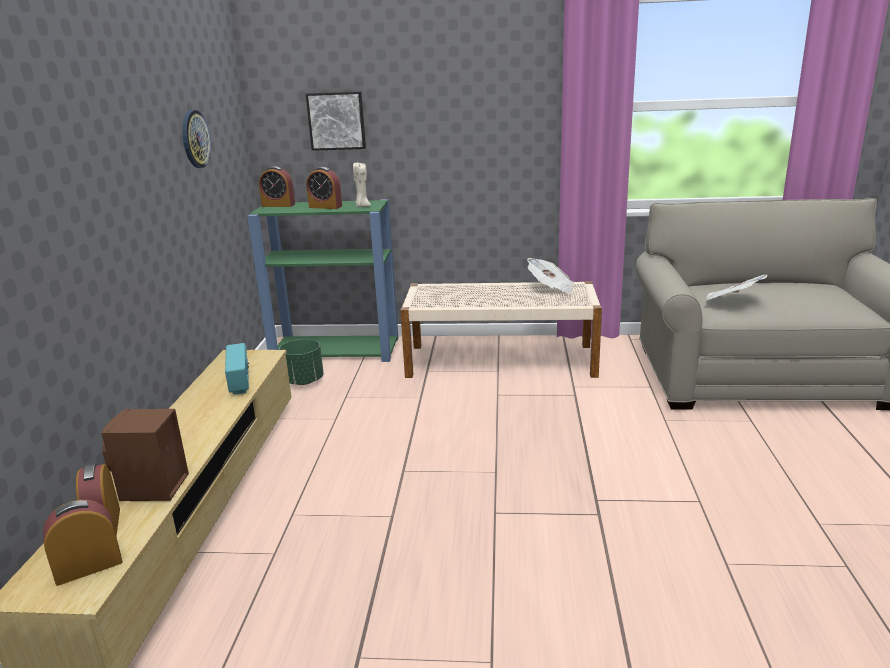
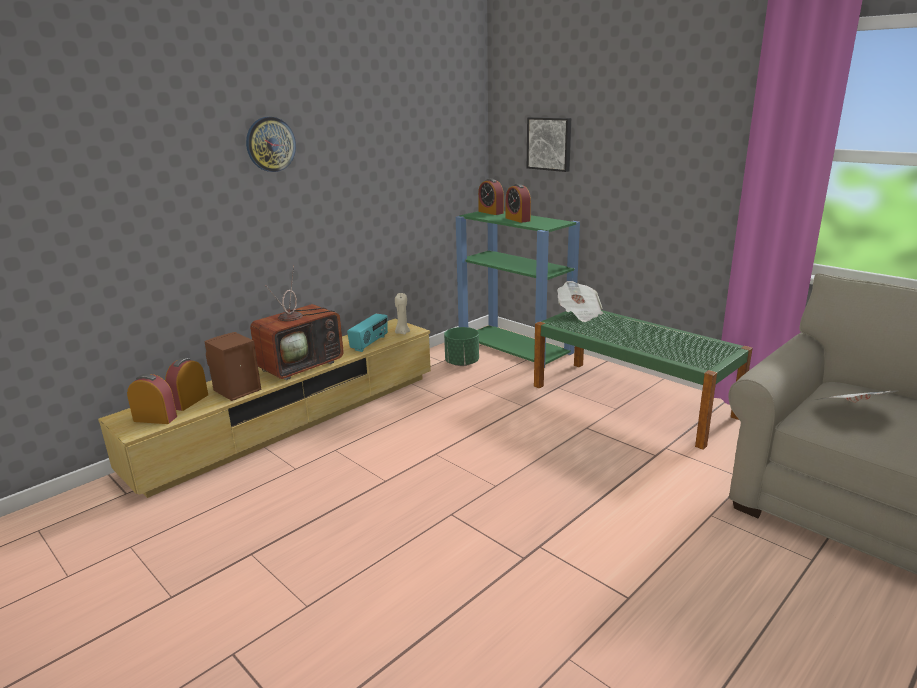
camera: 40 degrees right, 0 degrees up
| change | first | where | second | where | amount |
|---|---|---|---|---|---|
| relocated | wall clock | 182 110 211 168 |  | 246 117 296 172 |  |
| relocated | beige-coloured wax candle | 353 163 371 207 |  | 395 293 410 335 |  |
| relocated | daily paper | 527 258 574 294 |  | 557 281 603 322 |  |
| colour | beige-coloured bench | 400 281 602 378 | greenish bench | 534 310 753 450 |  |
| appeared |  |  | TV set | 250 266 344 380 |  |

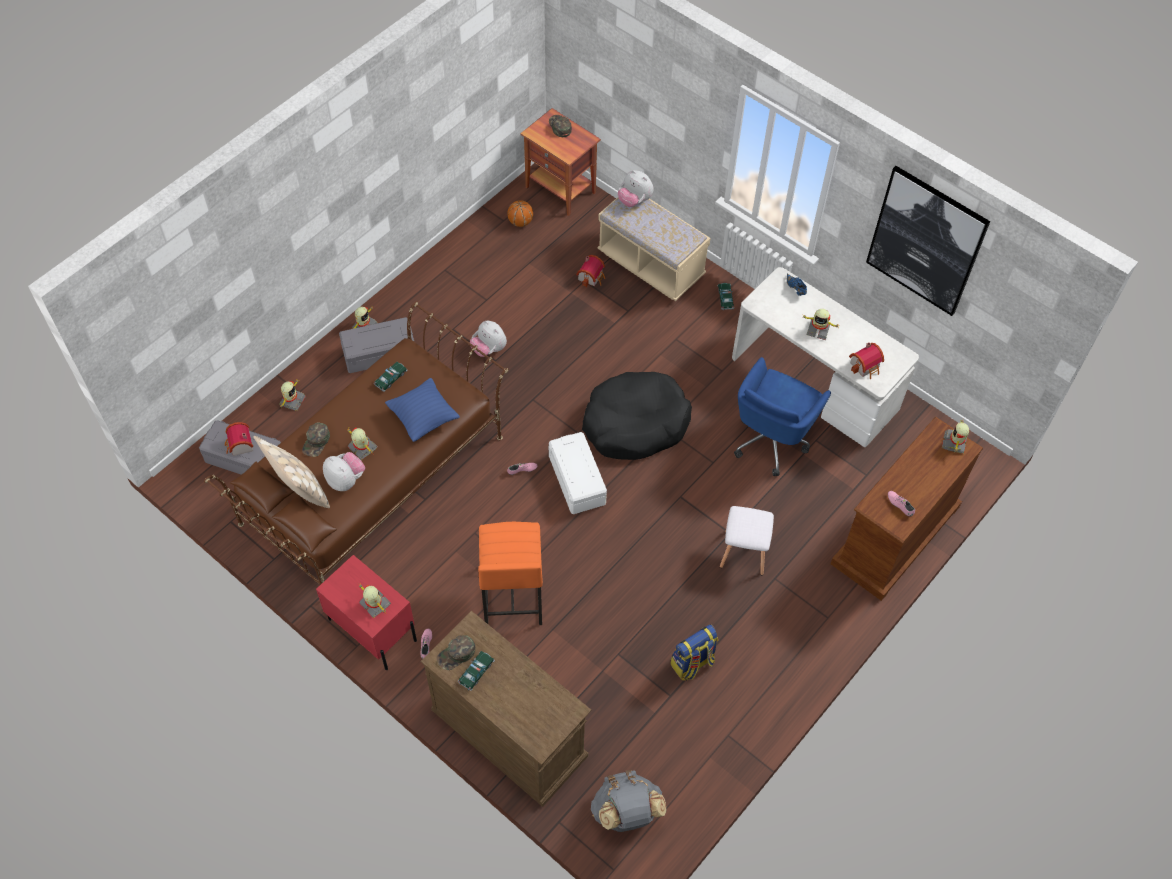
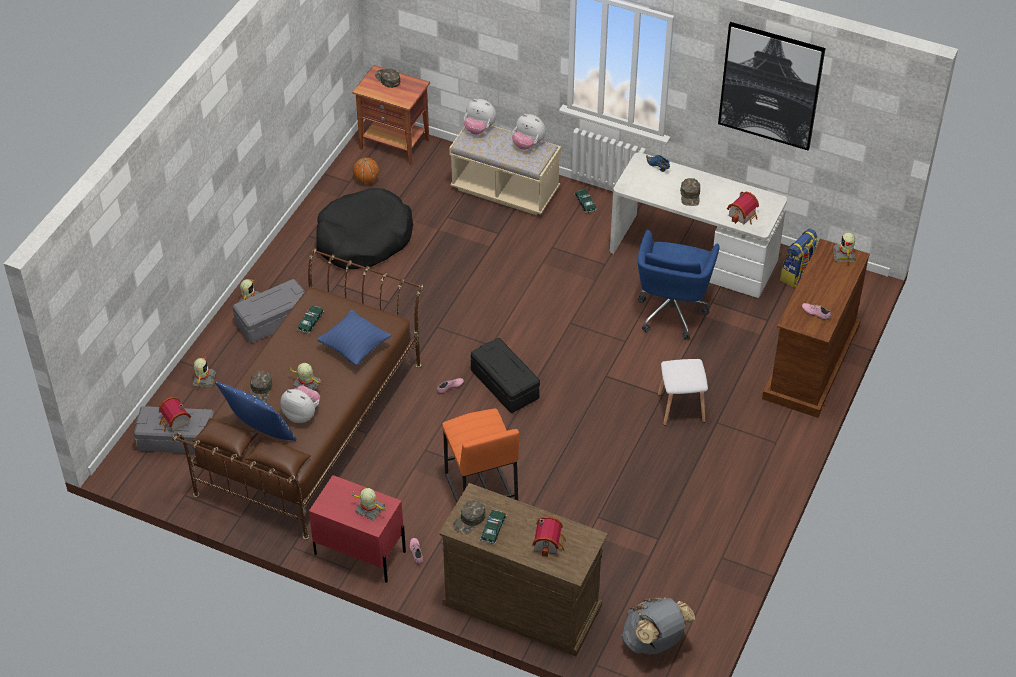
camera: 15 degrees left, 10 degrees down
| change | first | where | second | where | amount |
|---|---|---|---|---|---|
| relocated | toy house | 576 255 605 287 |  | 532 516 566 557 |  |
| exchanged | model robot | 803 309 839 340 | greenish baseball cap | 680 178 700 206 |  |
| relocated | soft toy | 470 321 507 357 |  | 512 114 546 150 |  |
| relocated | black dog cushion | 582 372 692 460 |  | 316 188 414 269 |  |
| colour | white-coloured storage box | 549 432 607 514 | black storage box | 471 338 540 413 |  |
| colour | beige-coloured cushion | 253 436 330 508 | blue-coloured cushion | 215 381 296 441 |  |
| relocated | backpack | 670 624 718 681 |  | 780 229 818 288 |  |

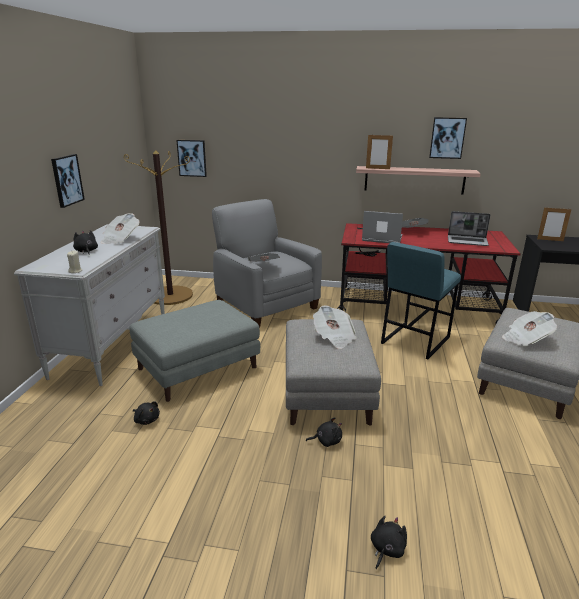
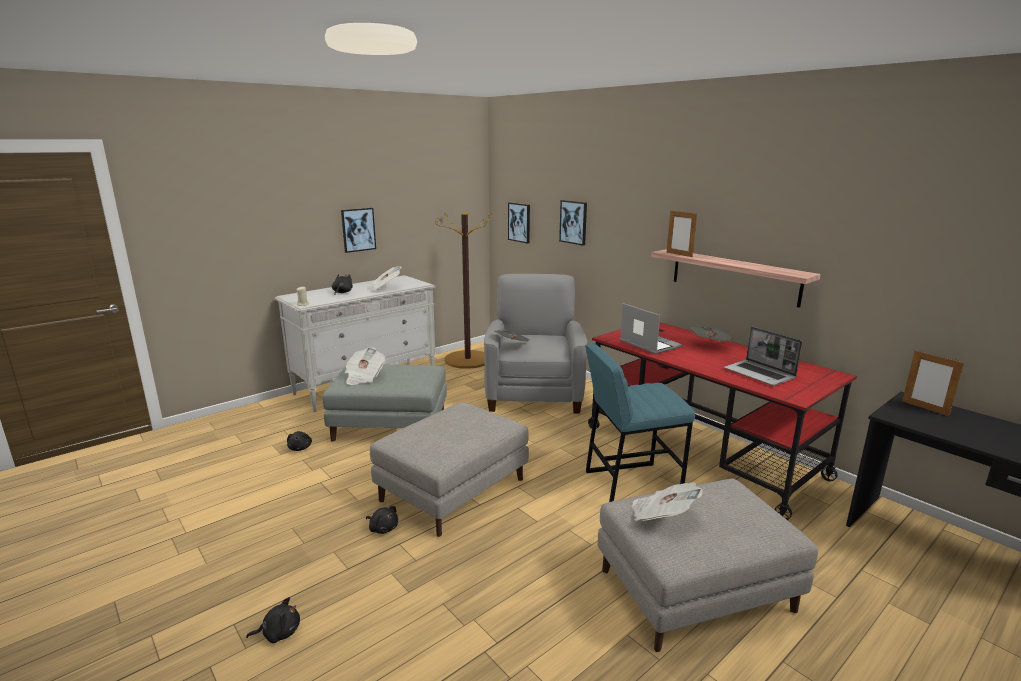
camera: 40 degrees right, 5 degrees down
| change | first | where | second | where | amount |
|---|---|---|---|---|---|
| relocated | wall picture | 429 117 467 159 |  | 559 200 587 246 |  |
| relocated | daily paper | 313 305 357 349 |  | 345 347 386 385 |  |

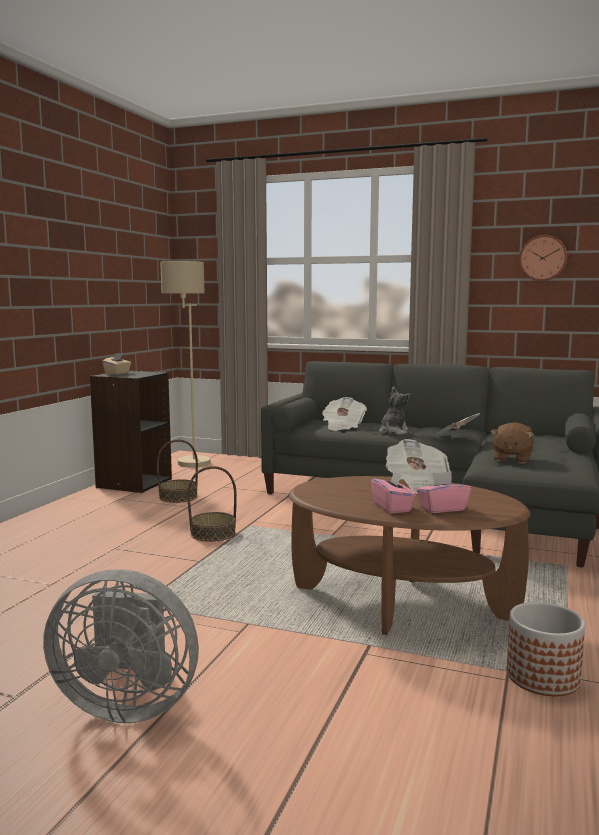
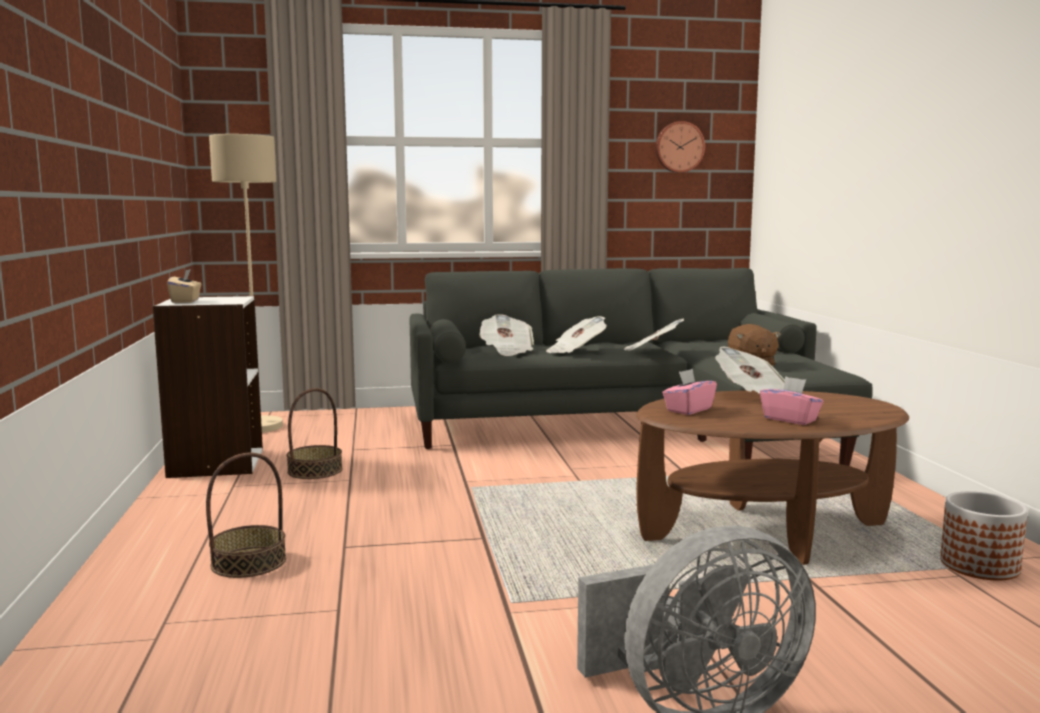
camera: 30 degrees left, 0 degrees up
| change | first | where | second | where | amount |
|---|---|---|---|---|---|
| colour | black shelving unit | 90 371 172 493 | white-coloured shelving unit | 153 296 263 478 |  |
| exchanged | soft toy | 379 387 410 435 | daily paper | 546 316 607 353 |  |
| relocated | basket | 188 466 237 542 |  | 206 452 286 578 |  |
| relocated | pink-coloured tissue box | 417 472 471 513 |  | 662 369 717 415 |  |

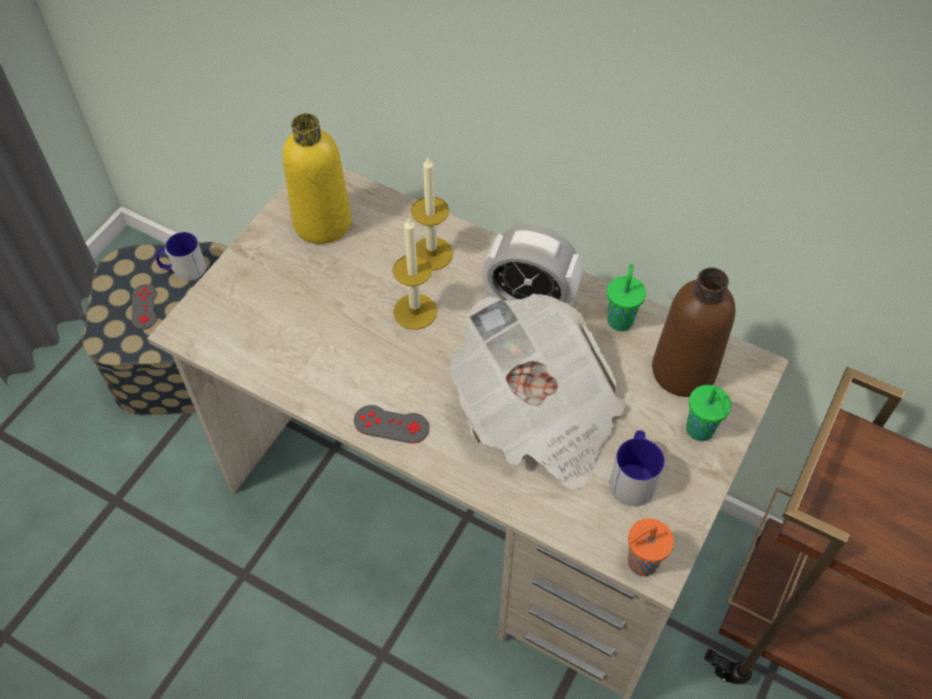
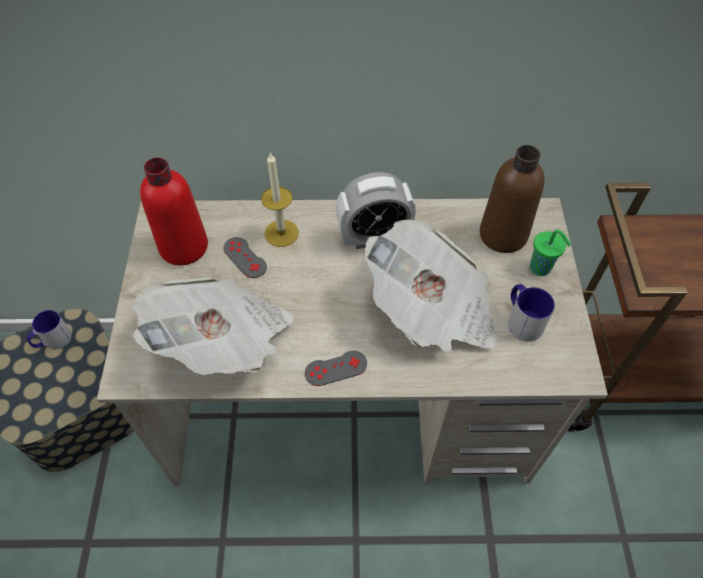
camera: 30 degrees left, 0 degrees up
| change | first | where | second | where | amount |
|---|---|---|---|---|---|
| colour | yellow drink bottle | 283 113 351 244 | reddish drink bottle | 140 157 208 266 |  |
| missing | wax candle | 393 218 437 330 |  |  |  |
| missing | greenish small cup | 607 264 646 331 |  |  |  |
| relocated | greyish joypad | 132 284 157 330 |  | 223 237 267 278 |  |
| missing | orange-coloured small cup | 628 519 674 576 |  |  |  |
| appeared |  |  | daily paper | 132 277 294 375 |  |

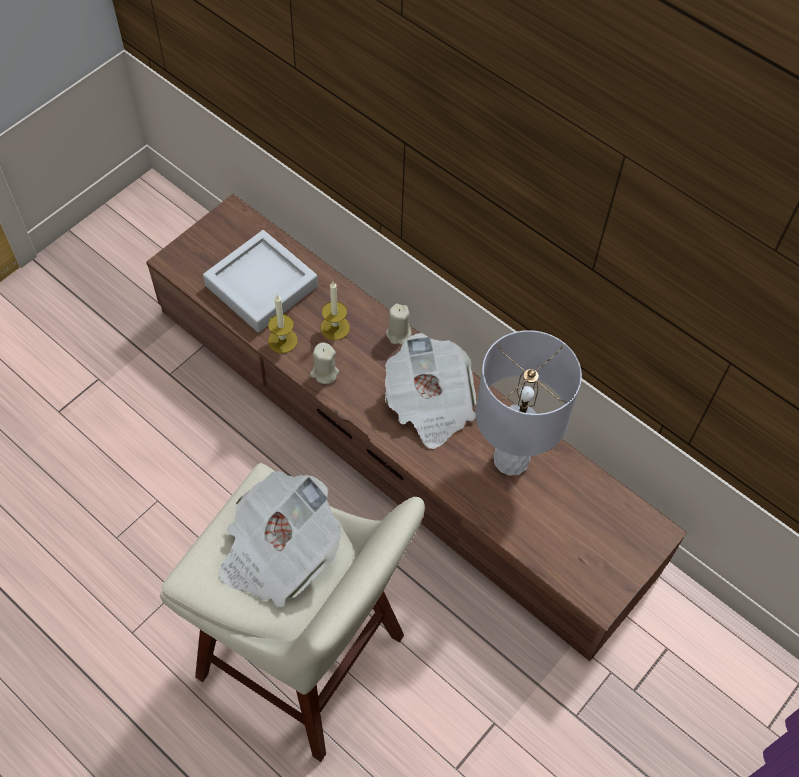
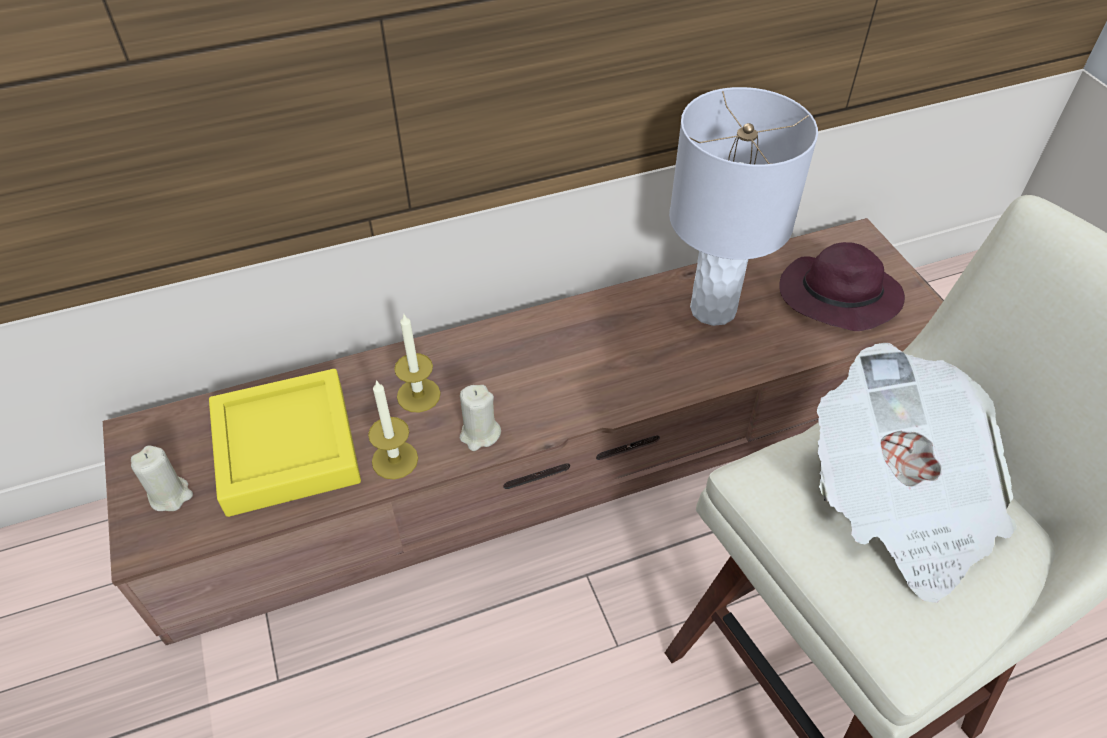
camera: 60 degrees left, 10 degrees down
| change | first | where | second | where | amount |
|---|---|---|---|---|---|
| colour | greyish carrying tray | 203 230 318 333 | yellow carrying tray | 209 369 361 517 |  |
| relocated | beige-coloured wax candle | 386 304 411 345 |  | 131 446 193 511 |  |
| missing | daily paper | 385 333 476 449 |  |  |  |
| appeared |  |  | purple-coloured wearable hat | 779 242 905 331 |  |

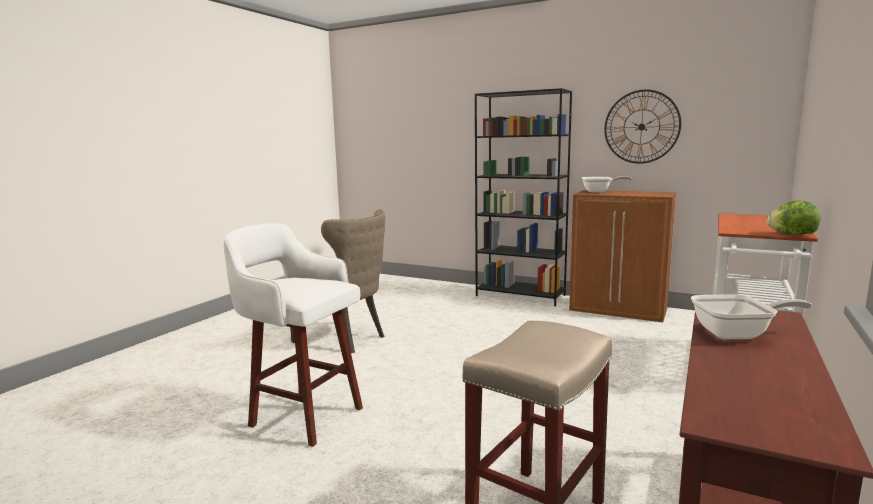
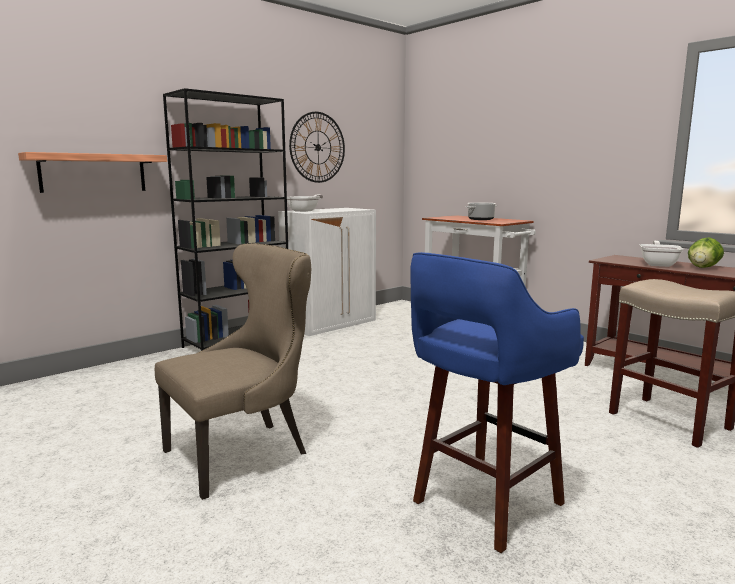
camera: 70 degrees left, 0 degrees up
| change | first | where | second | where | amount |
|---|---|---|---|---|---|
| colour | brown-coloured storage cabinet | 569 190 676 322 | white-coloured storage cabinet | 278 208 376 336 |  |
| relocated | head of lettuce | 767 200 820 235 |  | 688 237 724 268 |  |
| colour | white-coloured sitting stool | 224 223 363 447 | blue-coloured sitting stool | 410 252 584 553 |  |
| appeared |  |  | shelf | 18 152 167 193 |  |
| appeared |  |  | stockpot | 466 202 497 220 |  |

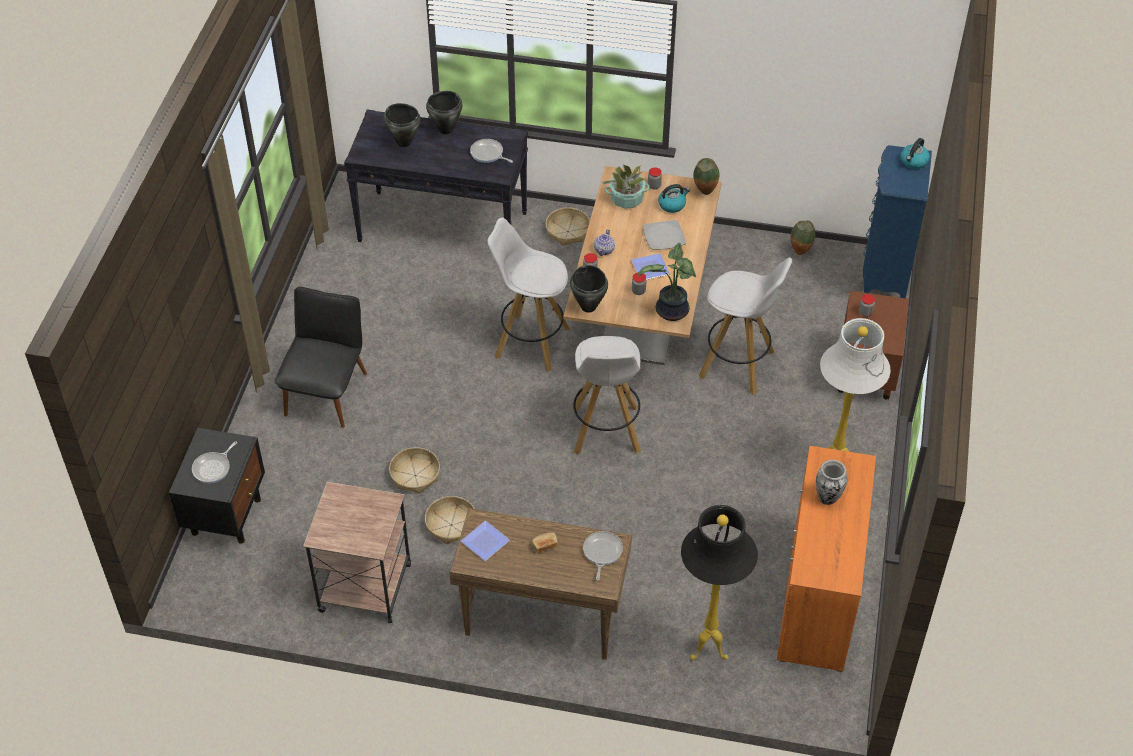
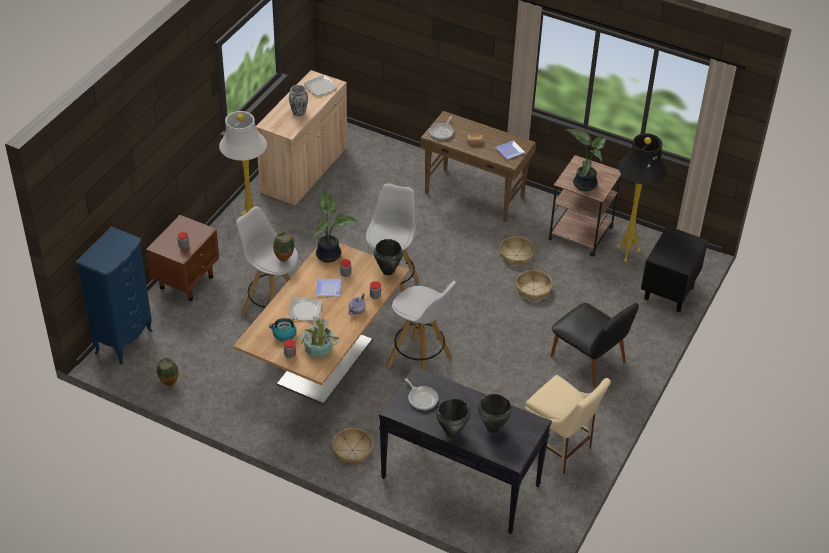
camera: 165 degrees left, 5 degrees down
| change | first | where | second | where | amount |
|---|---|---|---|---|---|
| missing | water kettle | 901 138 930 169 |  |  |  |
| relocated | decorative vase | 693 158 720 195 |  | 273 232 294 262 |  |
| spun | black plain chair | 275 287 367 428 |  | 550 303 639 387 | 75 degrees counterclockwise |
| missing | frying pan | 192 441 237 484 |  |  |  |
| colour | orange-coloured storage cabinet | 777 446 876 672 | beige-coloured storage cabinet | 256 70 347 206 |  |
| relocated | black standard lamp | 681 505 758 660 |  | 617 133 667 262 |  |
| appeared |  |  | dinner plate | 304 75 338 96 |  |
| appeared |  |  | houseplant | 565 129 606 191 |  |
| appeared |  |  | beige-coloured plain chair | 525 375 611 475 |  |

